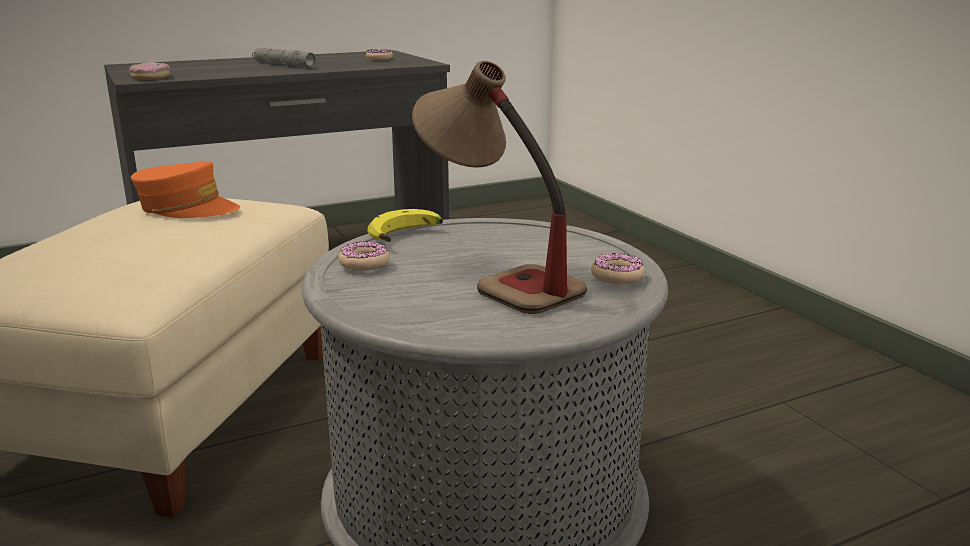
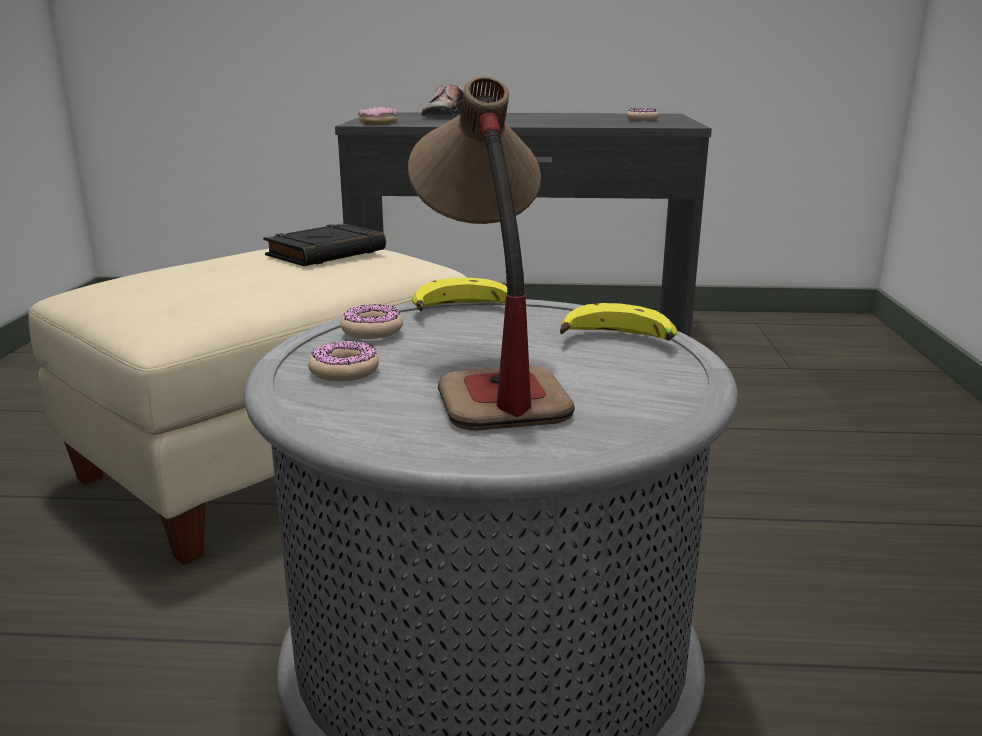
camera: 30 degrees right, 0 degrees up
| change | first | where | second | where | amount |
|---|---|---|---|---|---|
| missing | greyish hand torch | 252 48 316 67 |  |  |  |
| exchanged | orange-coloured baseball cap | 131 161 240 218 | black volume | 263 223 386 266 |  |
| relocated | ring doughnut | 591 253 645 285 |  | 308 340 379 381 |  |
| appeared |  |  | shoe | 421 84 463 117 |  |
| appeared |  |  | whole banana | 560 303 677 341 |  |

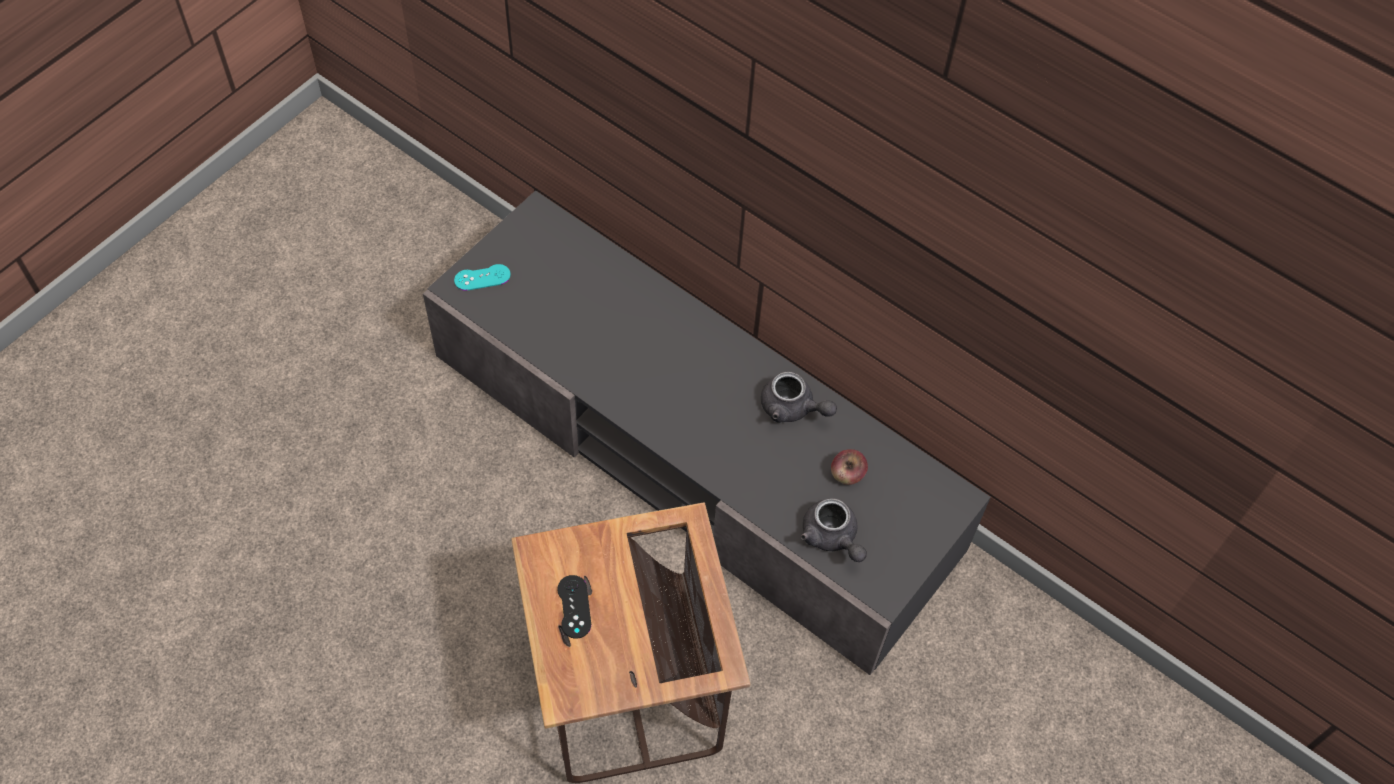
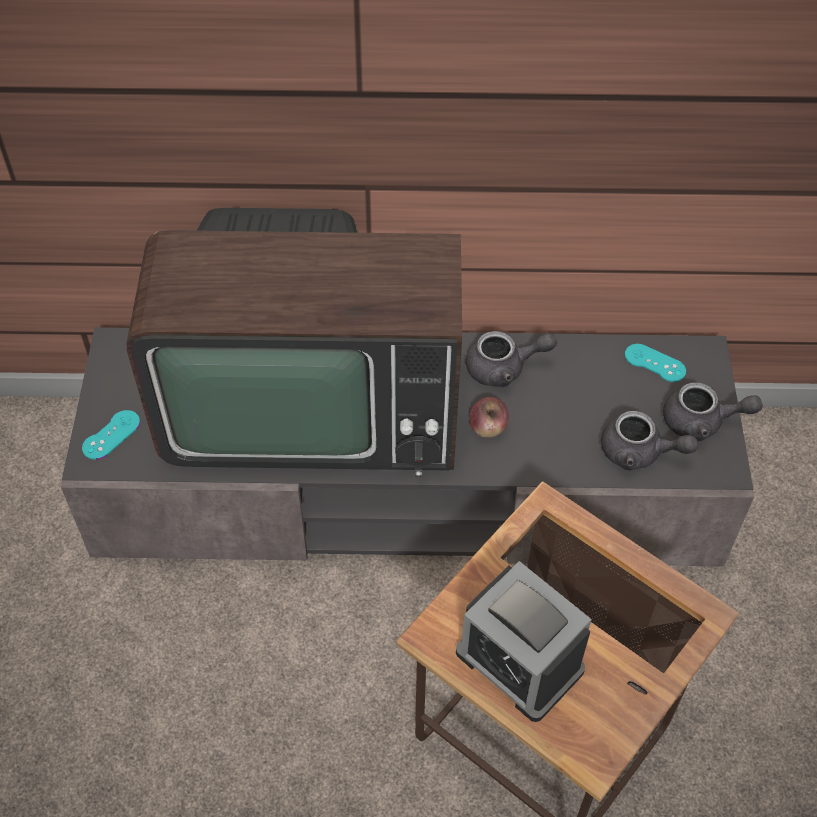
camera: 35 degrees left, 5 degrees down
| change | first | where | second | where | amount |
|---|---|---|---|---|---|
| relocated | apple | 831 449 868 485 |  | 470 397 509 438 |  |
| exchanged | black joypad | 557 575 591 639 | table clock | 456 561 592 722 |  |
| appeared |  |  | TV set | 126 208 462 477 |  |
| appeared |  |  | turquoise-coloured joypad | 625 344 686 382 |  |
| appeared |  |  | greyish teapot | 663 382 763 441 |  |

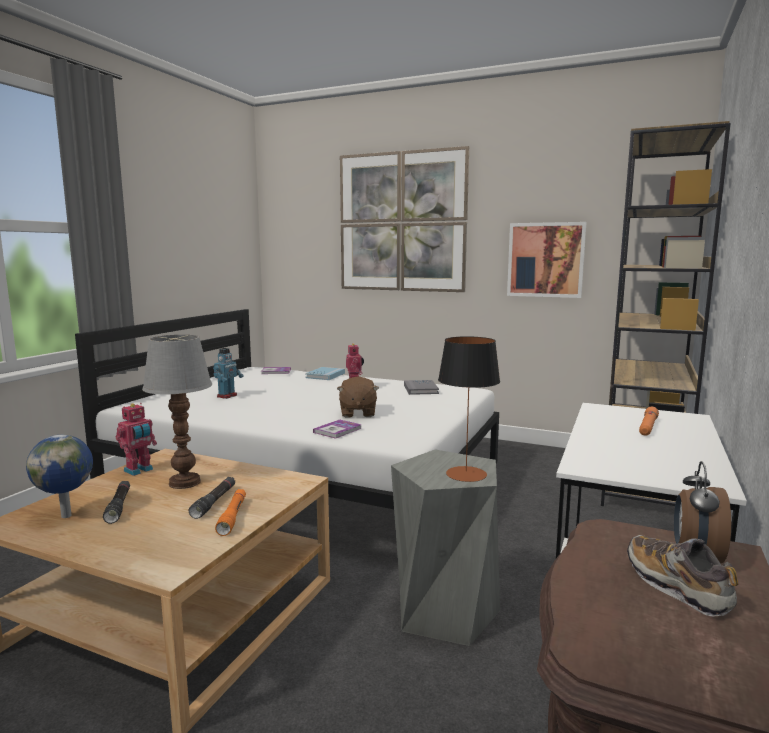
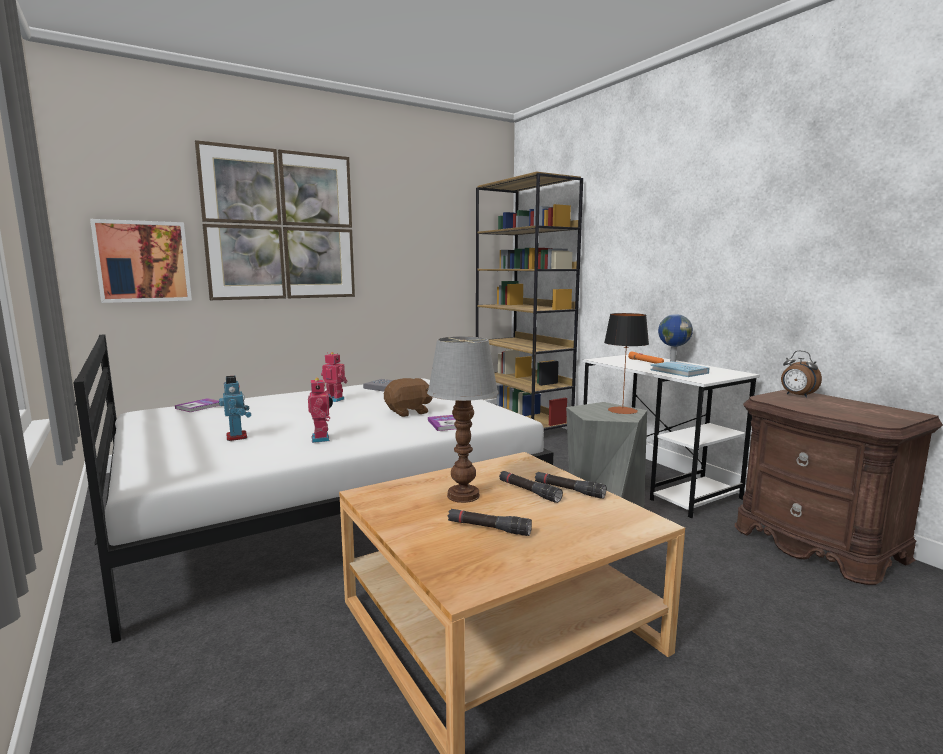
camera: 55 degrees left, 0 degrees up
| change | first | where | second | where | amount |
|---|---|---|---|---|---|
| relocated | wall picture | 507 222 587 298 |  | 90 219 192 303 |  |
| relocated | blue-coloured volume | 305 367 345 380 |  | 651 361 710 377 |  |
| spun | brown-coloured soft toy | 337 376 379 418 |  | 384 378 433 417 | 60 degrees counterclockwise |
| relocated | model robot | 116 403 157 476 |  | 308 377 333 443 |  |
| relocated | desk globe | 26 435 93 518 |  | 658 314 693 362 |  |
| colour | orange-coloured hand torch | 215 489 246 536 | black hand torch | 535 472 606 499 |  |
| missing | shoe | 627 535 738 617 |  |  |  |

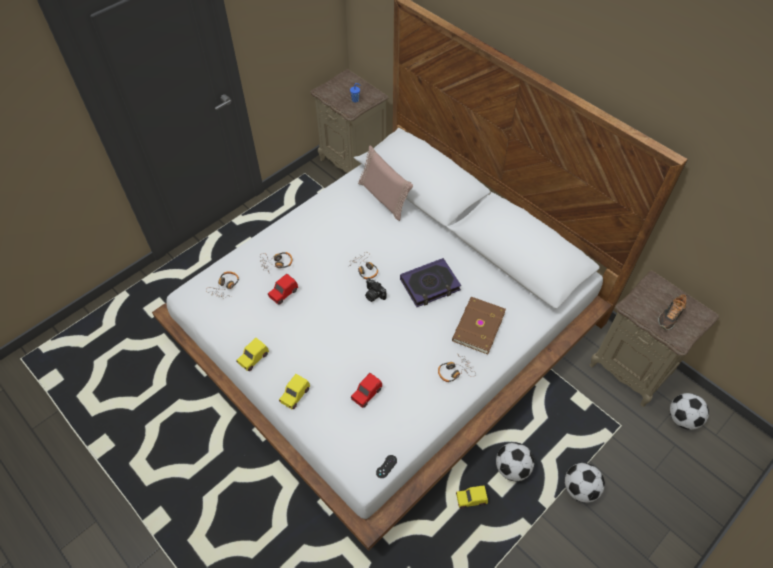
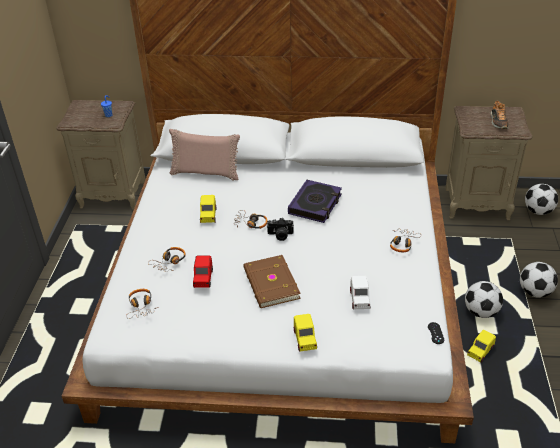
camera: 40 degrees left, 15 degrees down
| change | first | where | second | where | amount |
|---|---|---|---|---|---|
| relocated | brown-coloured volume | 452 297 506 354 |  | 243 255 301 308 |  |
| relocated | yellow toy car | 236 338 269 371 |  | 200 195 216 223 |  |
| colour | reddish toy car | 351 373 382 408 | white-coloured toy car | 350 276 370 310 |  |

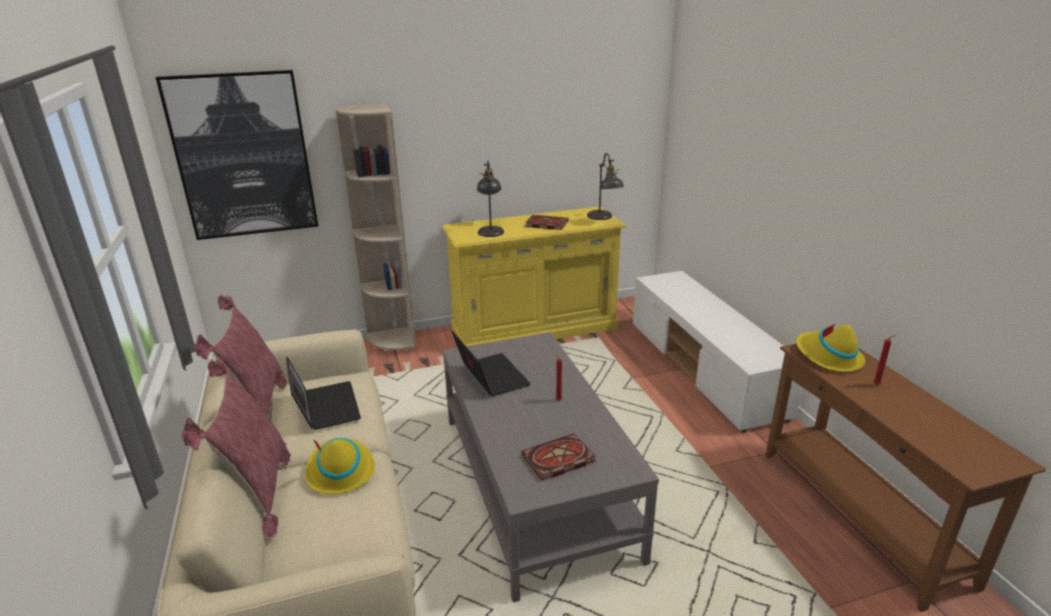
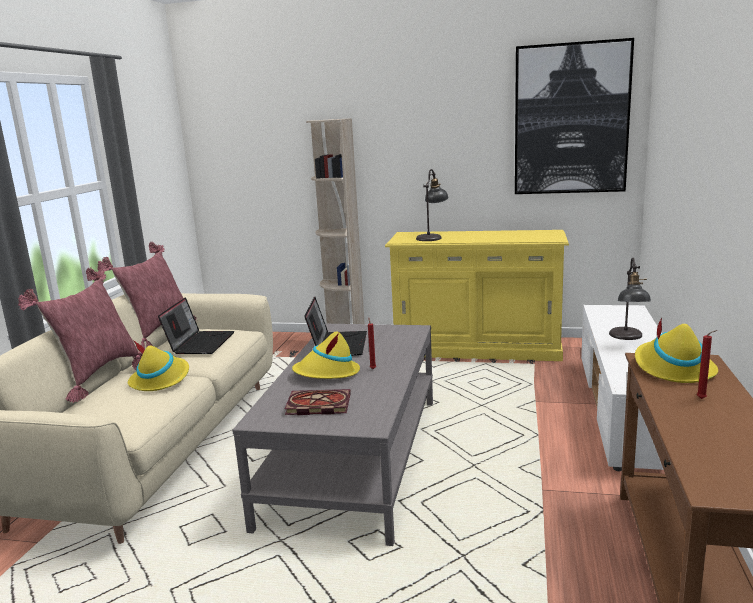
camera: 30 degrees right, 10 degrees down
| change | first | where | second | where | amount |
|---|---|---|---|---|---|
| relocated | wall picture | 156 70 318 240 |  | 515 38 634 194 |  |
| relocated | greyish tabletop lamp | 587 153 624 220 |  | 609 258 651 340 |  |
| missing | volume | 525 215 569 230 |  |  |  |
| appeared |  |  | yellow wearable hat | 292 331 360 379 |  |

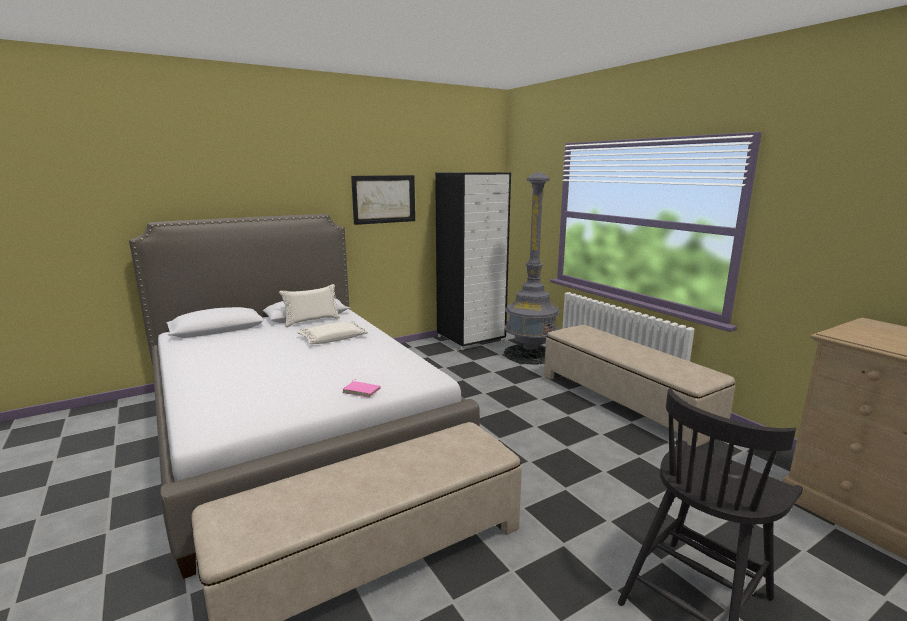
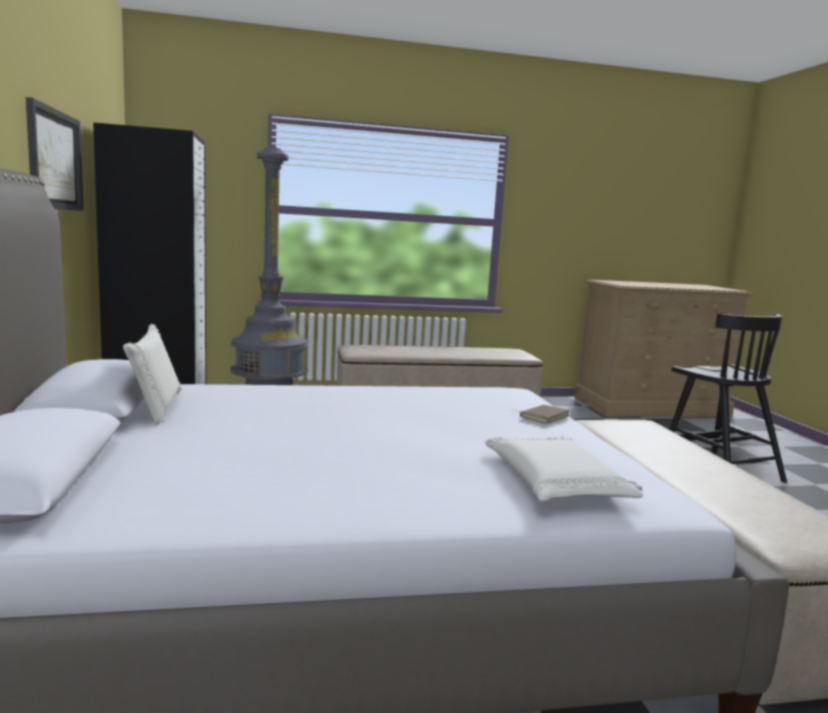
camera: 70 degrees left, 5 degrees down
| change | first | where | second | where | amount |
|---|---|---|---|---|---|
| relocated | white-coloured cushion | 297 321 368 344 |  | 485 436 643 502 |  |
| colour | pink-coloured volume | 343 379 381 398 | brown-coloured volume | 517 405 570 424 |  |

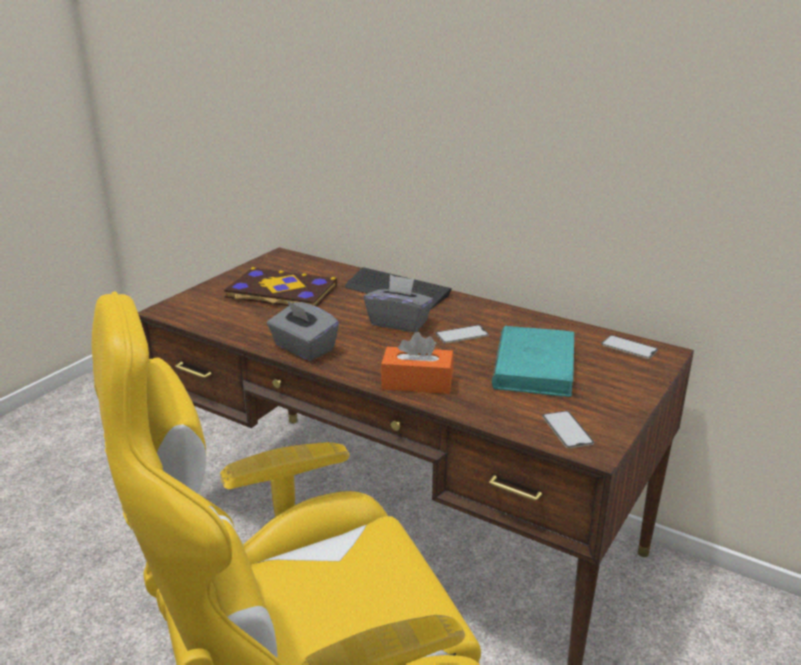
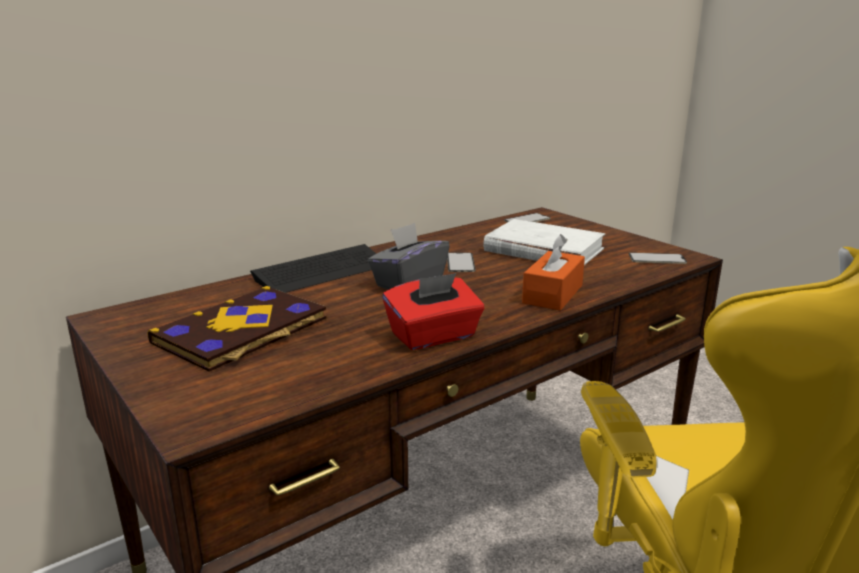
camera: 70 degrees left, 5 degrees down
| change | first | where | second | where | amount |
|---|---|---|---|---|---|
| colour | greyish tissue box | 267 300 339 361 | reddish tissue box | 383 273 484 350 |  |
| colour | turquoise-coloured volume | 492 326 574 397 | white-coloured volume | 483 219 605 265 |  |

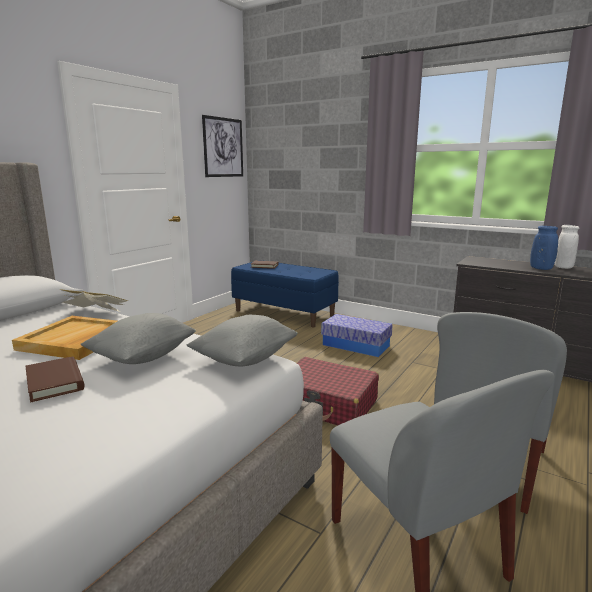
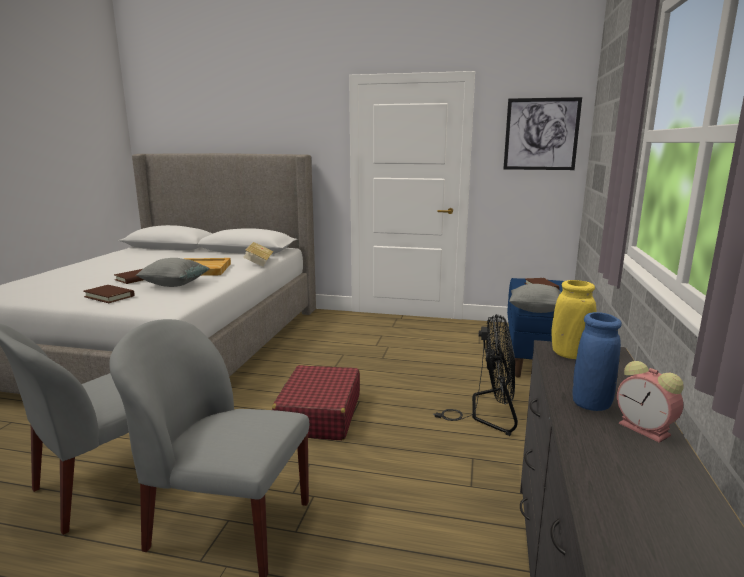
camera: 70 degrees right, 0 degrees up
| change | first | where | second | where | amount |
|---|---|---|---|---|---|
| exchanged | white-coloured decorative vase | 555 225 580 269 | table clock | 617 361 684 443 |  |
| exchanged | storage box | 321 314 393 357 | black fan | 434 314 518 436 |  |
| relocated | greyish cushion | 187 315 298 366 |  | 509 284 562 313 |  |
| appeared |  |  | yellow decorative vase | 551 280 596 359 |  |
| appeared |  |  | brown-coloured volume | 83 285 135 303 |  |

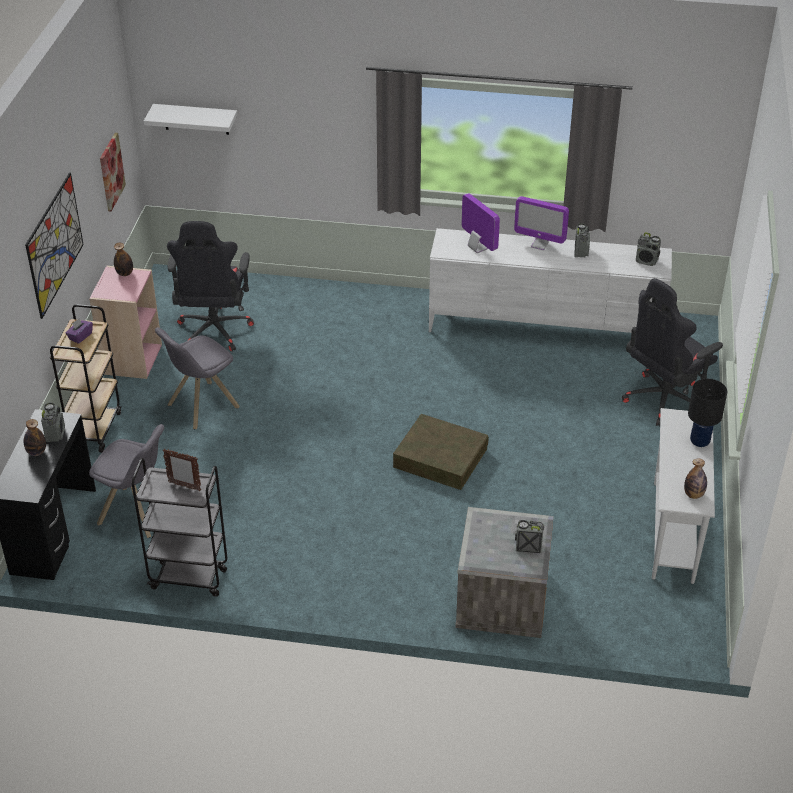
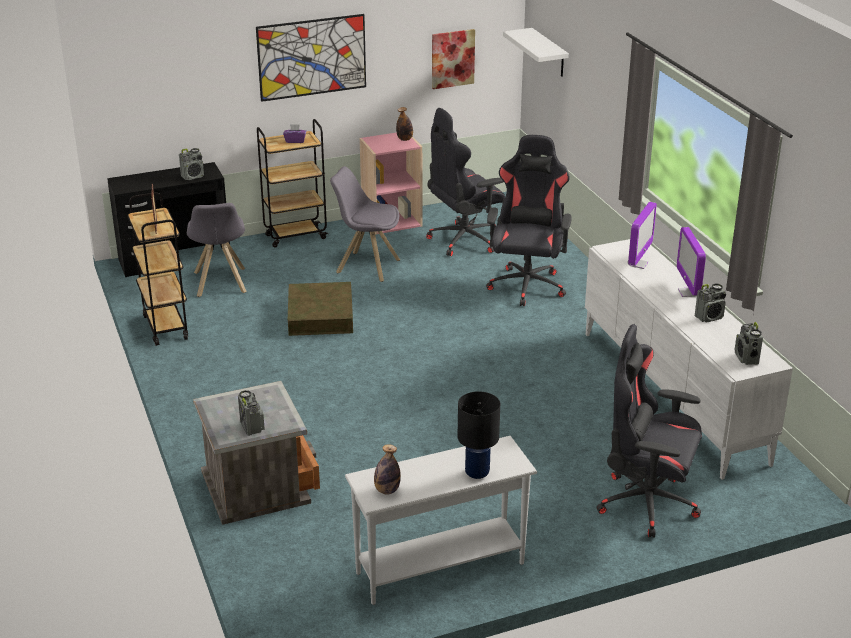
camera: 60 degrees right, 10 degrees down
| change | first | where | second | where | amount |
|---|---|---|---|---|---|
| relocated | brown-coloured storage box | 393 414 489 490 |  | 288 282 353 336 |  |
| missing | drink bottle | 24 419 46 456 |  |  |  |
| colour | greyish cart | 132 458 227 597 | brown-coloured cart | 128 192 188 346 |  |
| appeared |  |  | black office chair | 486 135 572 306 |  |

